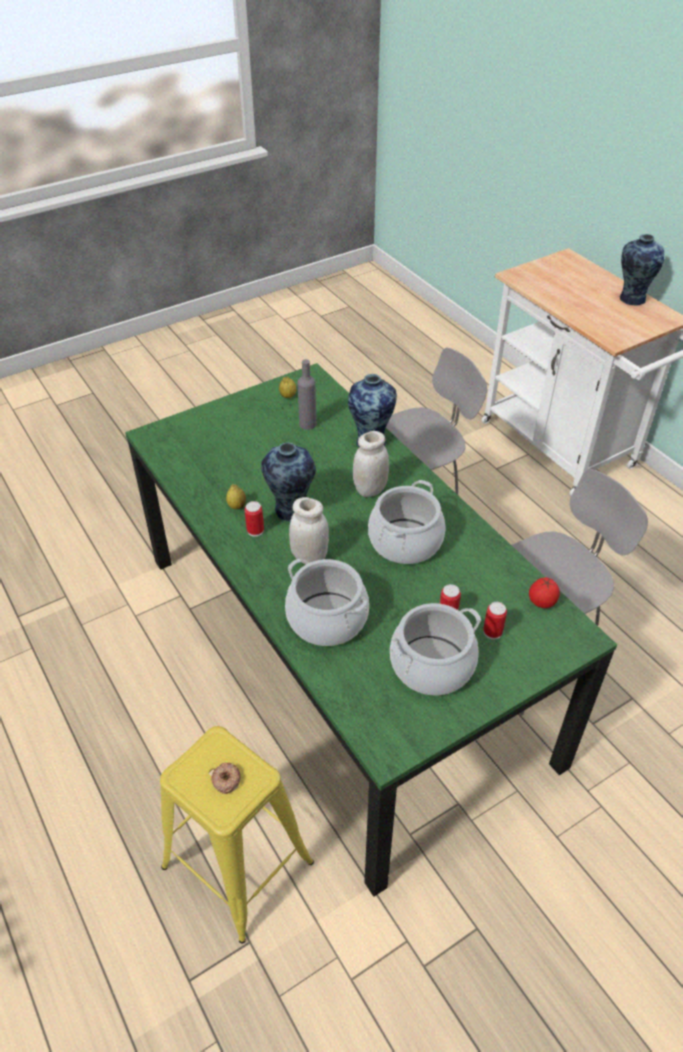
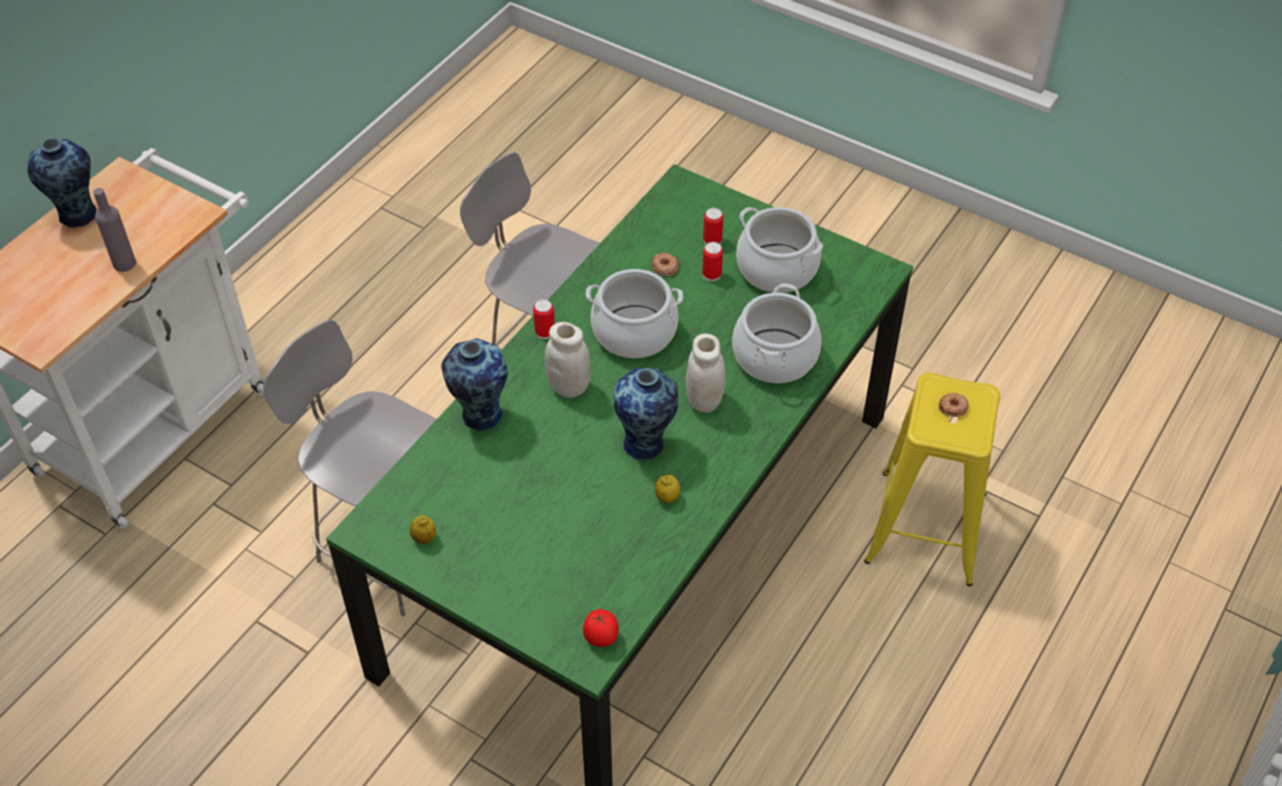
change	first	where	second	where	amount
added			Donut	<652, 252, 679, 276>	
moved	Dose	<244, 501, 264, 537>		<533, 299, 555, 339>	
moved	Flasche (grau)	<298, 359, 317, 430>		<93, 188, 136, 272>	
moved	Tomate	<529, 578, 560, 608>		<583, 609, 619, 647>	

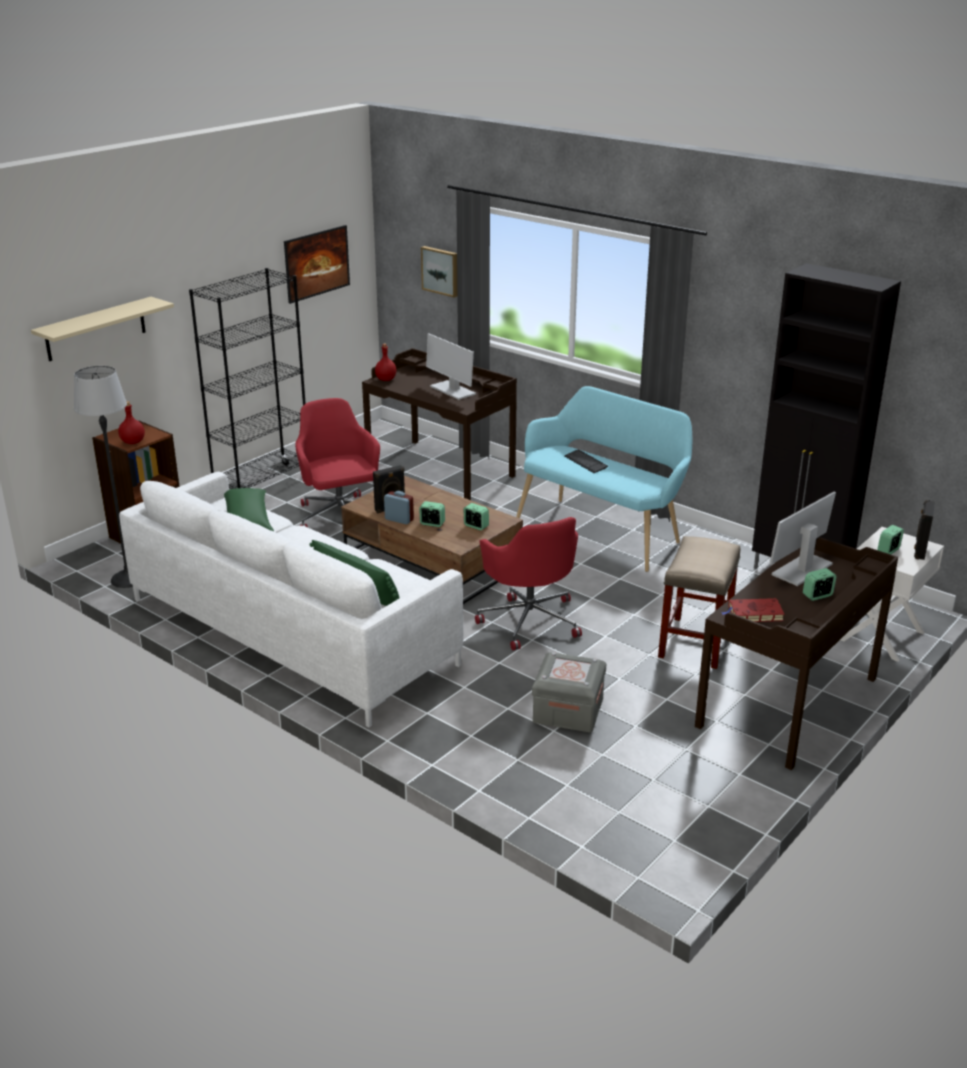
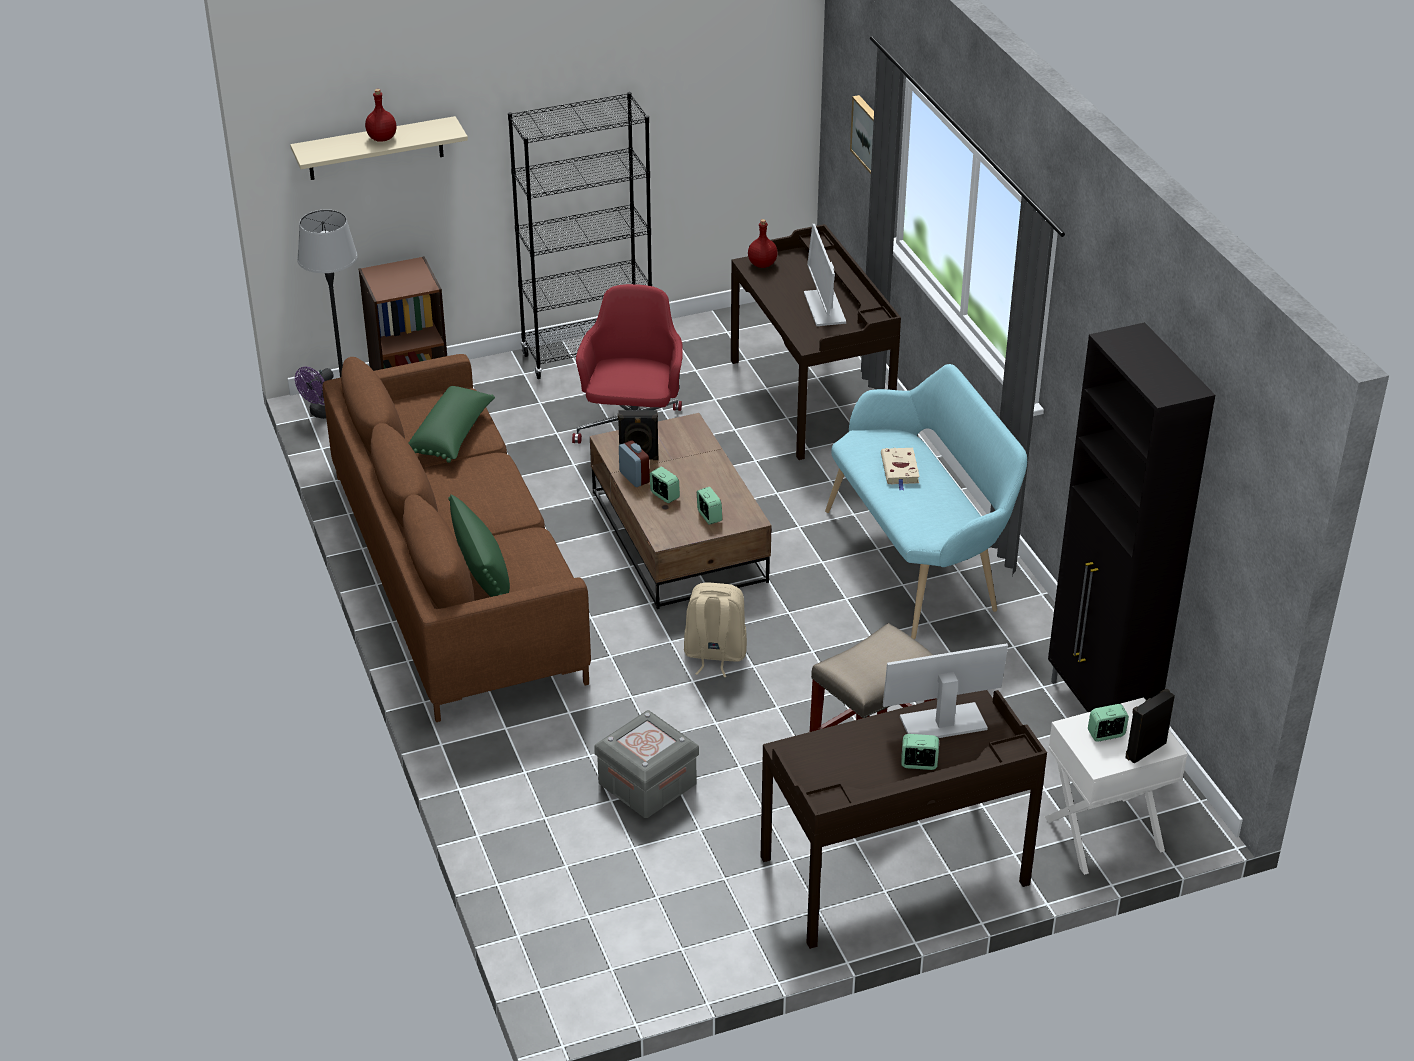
change	first	where	second	where	amount
removed	Bild	<284, 225, 350, 304>			
removed	Buch (rot)	<721, 598, 785, 622>			
added			Ventilator (lila)	<295, 367, 334, 419>	
moved	Flasche (rot)	<118, 401, 145, 444>		<365, 89, 396, 142>	
replaced	Bürostuhl (rot)	<475, 517, 582, 650>	Rucksack (beige)	<684, 583, 747, 677>	
replaced	Tastatur	<565, 449, 608, 473>	Buch (beige)	<881, 448, 920, 490>	
recoloured	Sofa (weiß)	<119, 472, 463, 727>	Sofa (braun)	<323, 354, 591, 722>	

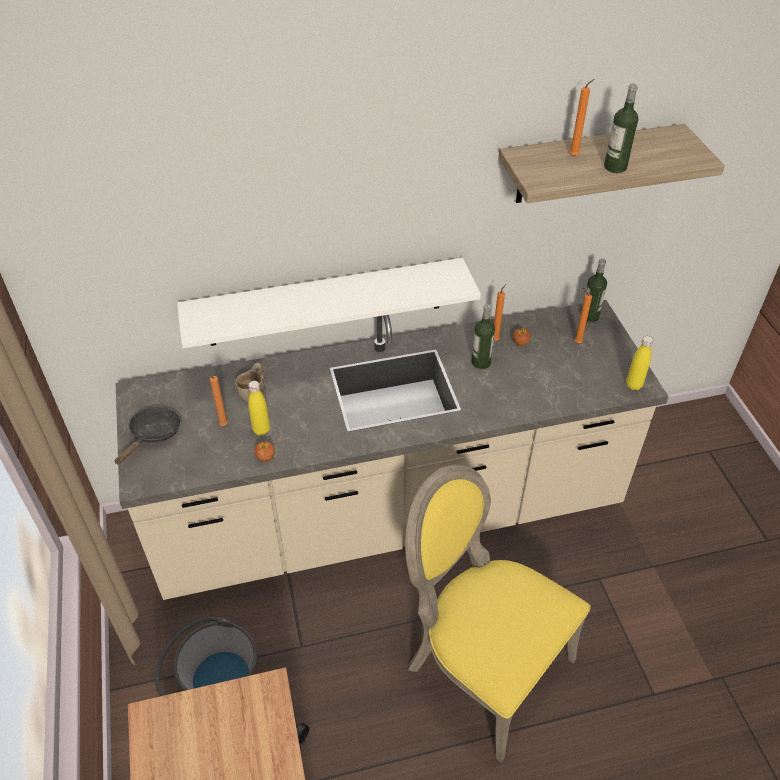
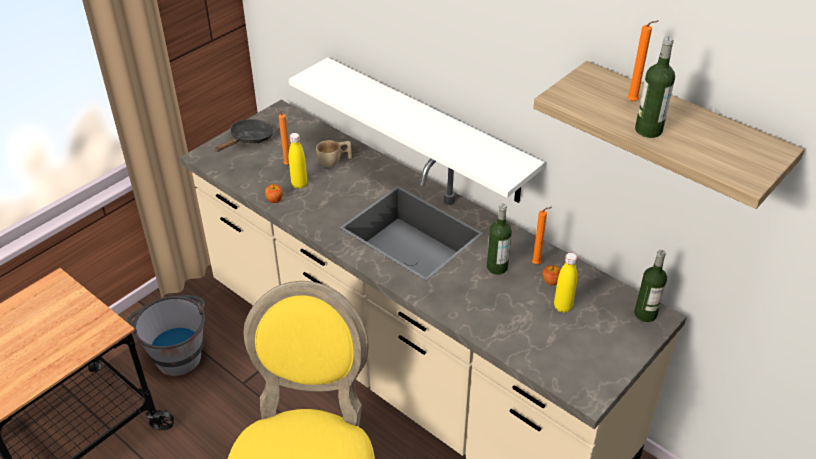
change	first	where	second	where	amount
removed	Kerze (orange)	<574, 288, 592, 343>			
moved	Flasche (gelb)	<626, 336, 653, 390>		<554, 253, 577, 313>	
turned	Pfanne (schwarz)	<115, 407, 181, 464>		<215, 119, 274, 152>	45 degrees counterclockwise

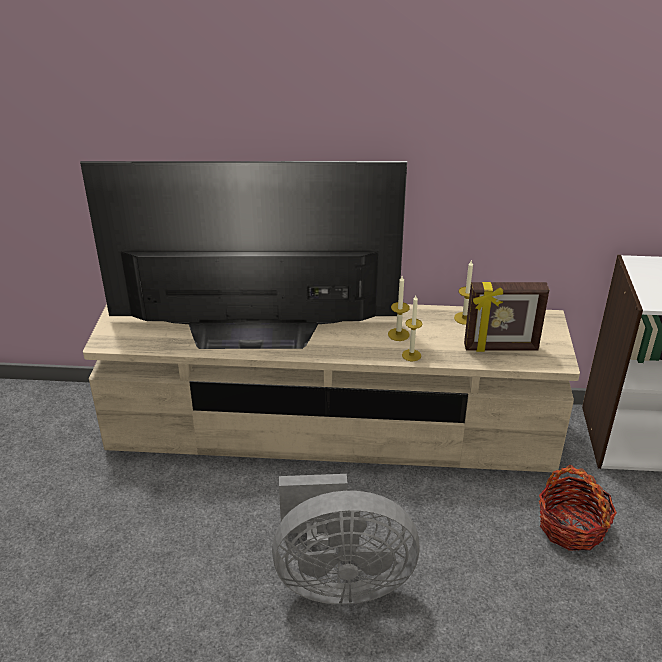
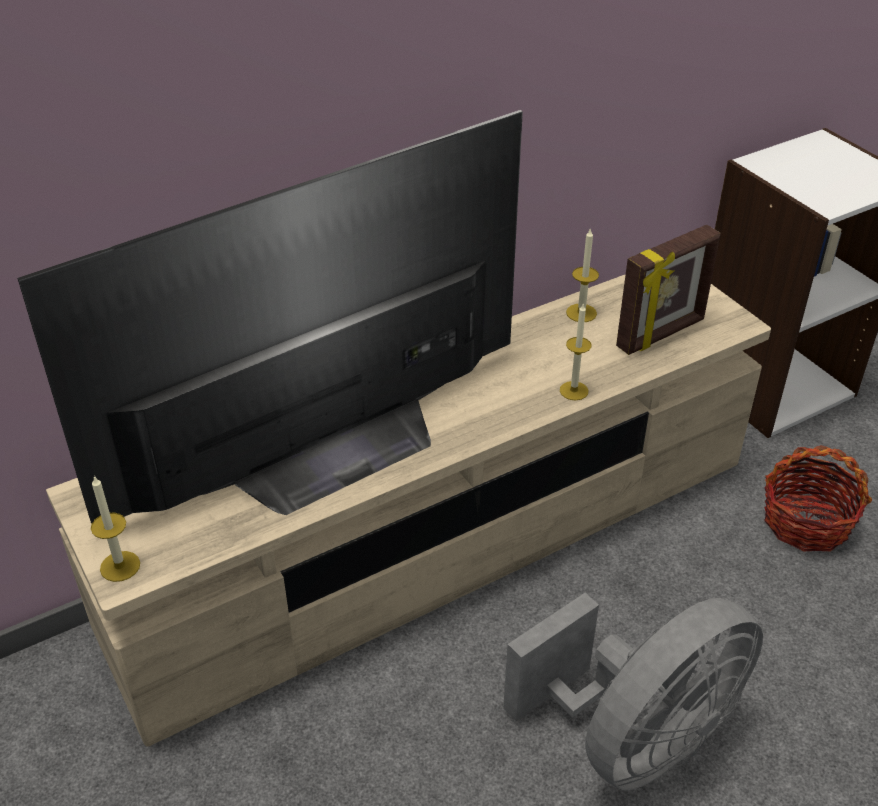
change	first	where	second	where	amount
moved	Kerze	<388, 276, 410, 341>		<91, 475, 140, 582>	

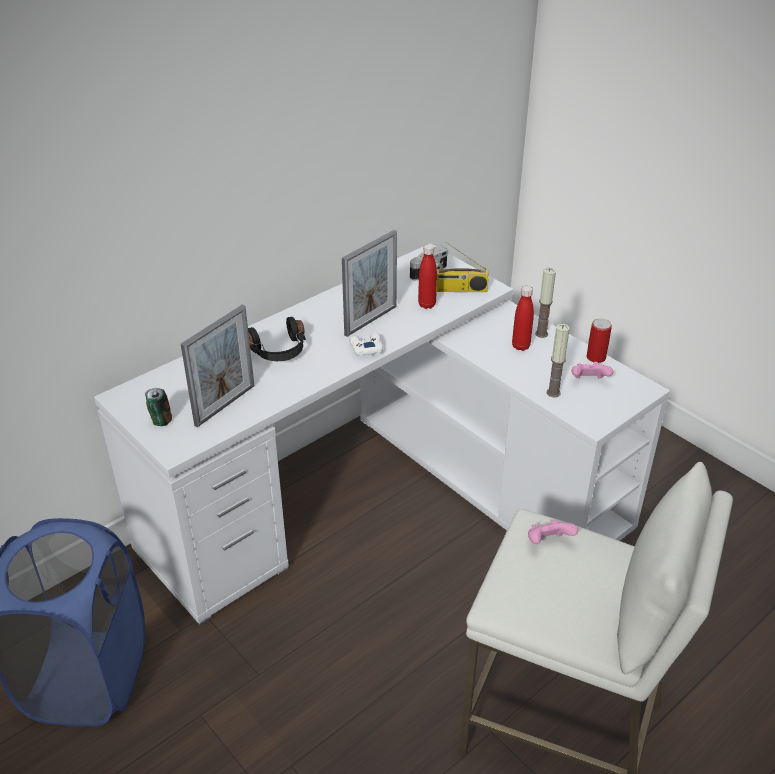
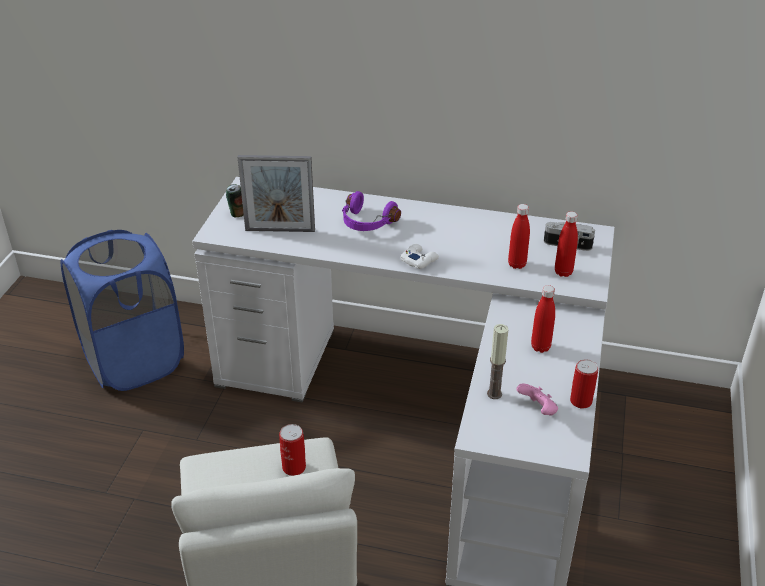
change	first	where	second	where	amount
removed	Bilderrahmen	<342, 230, 397, 337>			
removed	Kerze	<535, 268, 556, 338>			
replaced	Radio	<437, 242, 489, 292>	Flasche (rot)	<555, 211, 578, 277>	
replaced	Gamepad (rosa)	<528, 519, 578, 544>	Dose	<279, 424, 306, 476>	
recoloured	Kopfhörer (schwarz)	<248, 317, 306, 361>	Kopfhörer (lila)	<342, 191, 401, 231>	

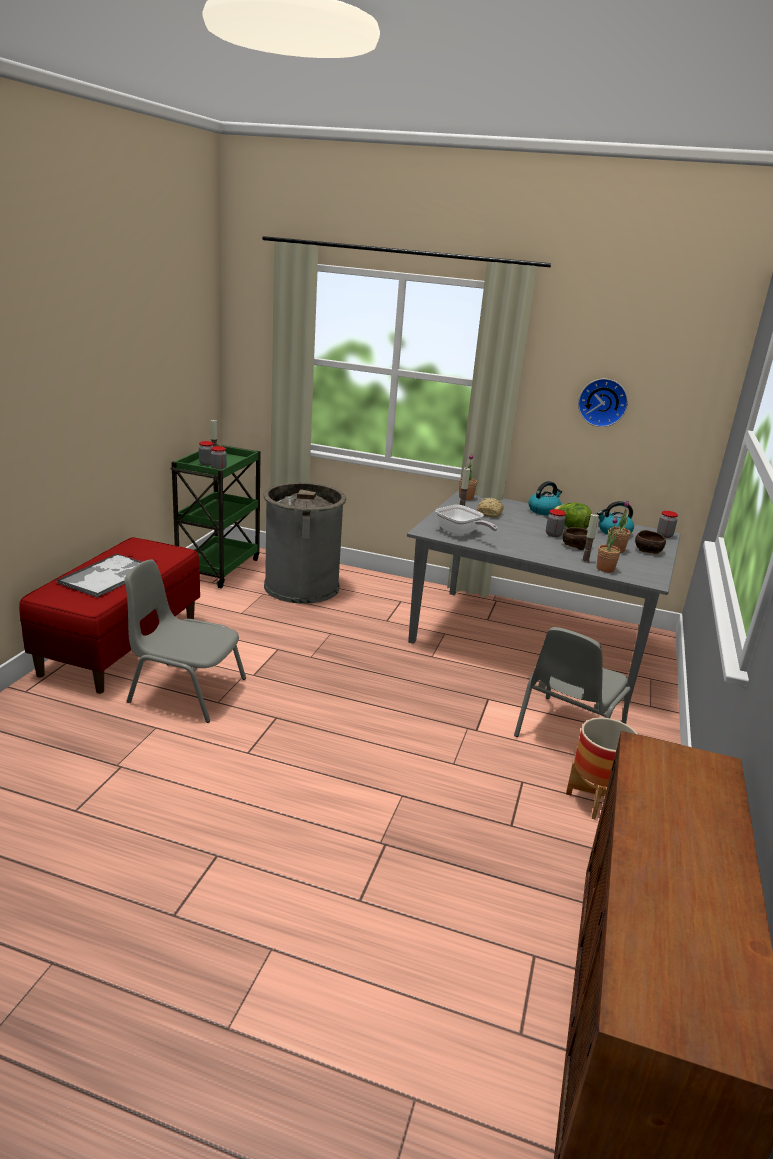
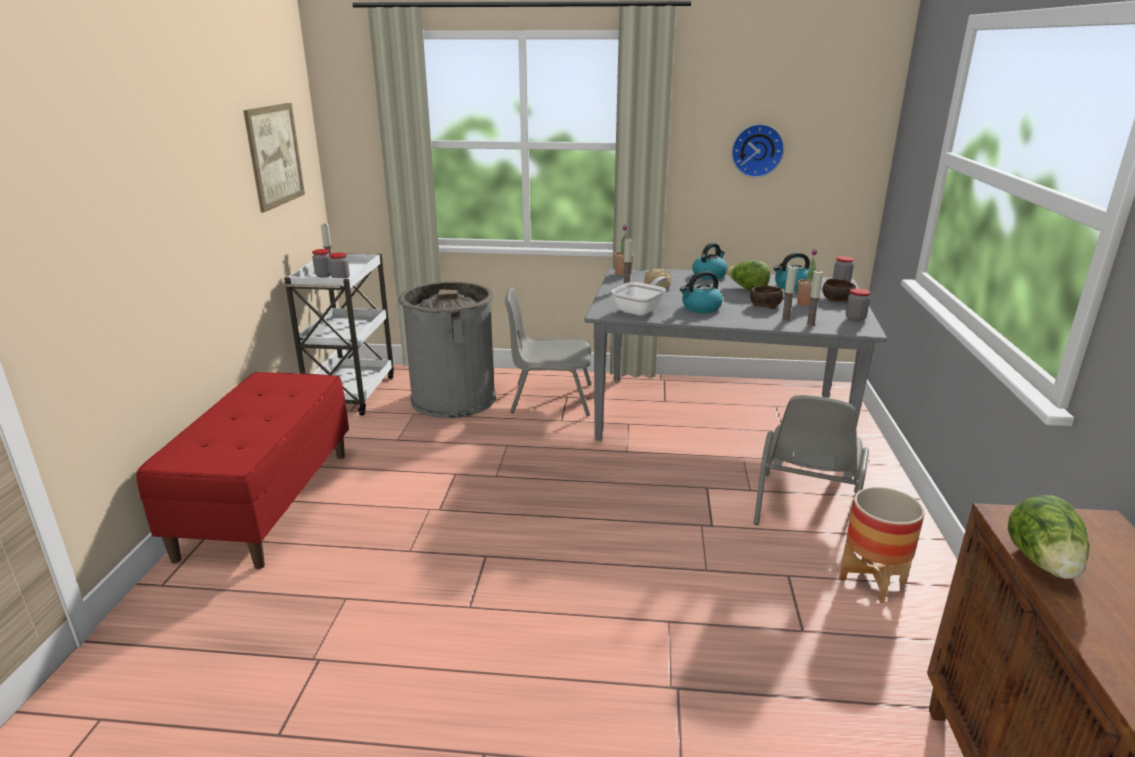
change	first	where	second	where	amount
removed	Tablett	<57, 553, 142, 598>			
added			Bild	<243, 103, 305, 212>	
added			Wasserkessel	<680, 271, 723, 313>	
added			Salatkopf	<1008, 495, 1090, 579>	
moved	Stuhl (grau)	<124, 559, 246, 723>		<505, 288, 591, 416>	
moved	Vorratsglas	<546, 509, 566, 537>		<846, 288, 870, 321>	
replaced	Topfpflanze	<596, 517, 621, 572>	Kerze	<806, 270, 823, 326>	
recoloured	Rollwagen (grün)	<171, 445, 261, 588>	Rollwagen (weiß)	<284, 253, 394, 416>	
turned	Pfanne	<435, 505, 498, 536>		<612, 277, 667, 316>	90 degrees counterclockwise

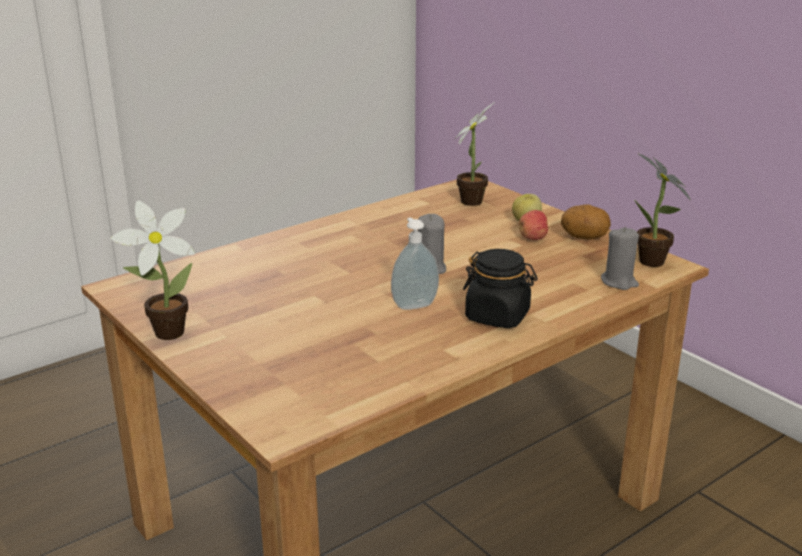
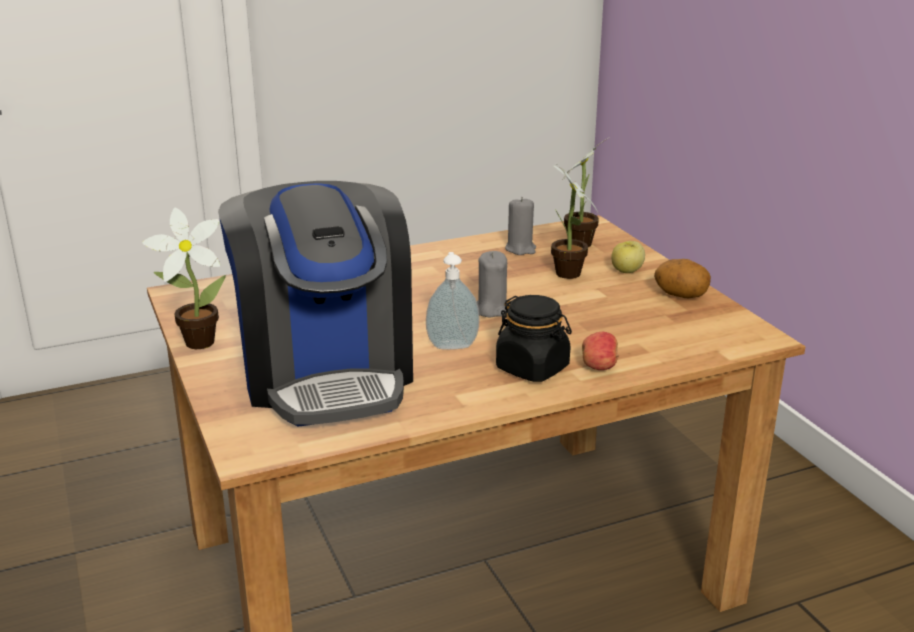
change	first	where	second	where	amount
added			Kaffeemaschine	<218, 181, 413, 426>	
moved	Apfel	<519, 210, 549, 240>		<582, 332, 619, 370>	
moved	Kerze (grau)	<601, 227, 639, 290>		<505, 197, 536, 255>	
moved	Topfpflanze	<634, 153, 691, 267>		<551, 162, 598, 279>	

